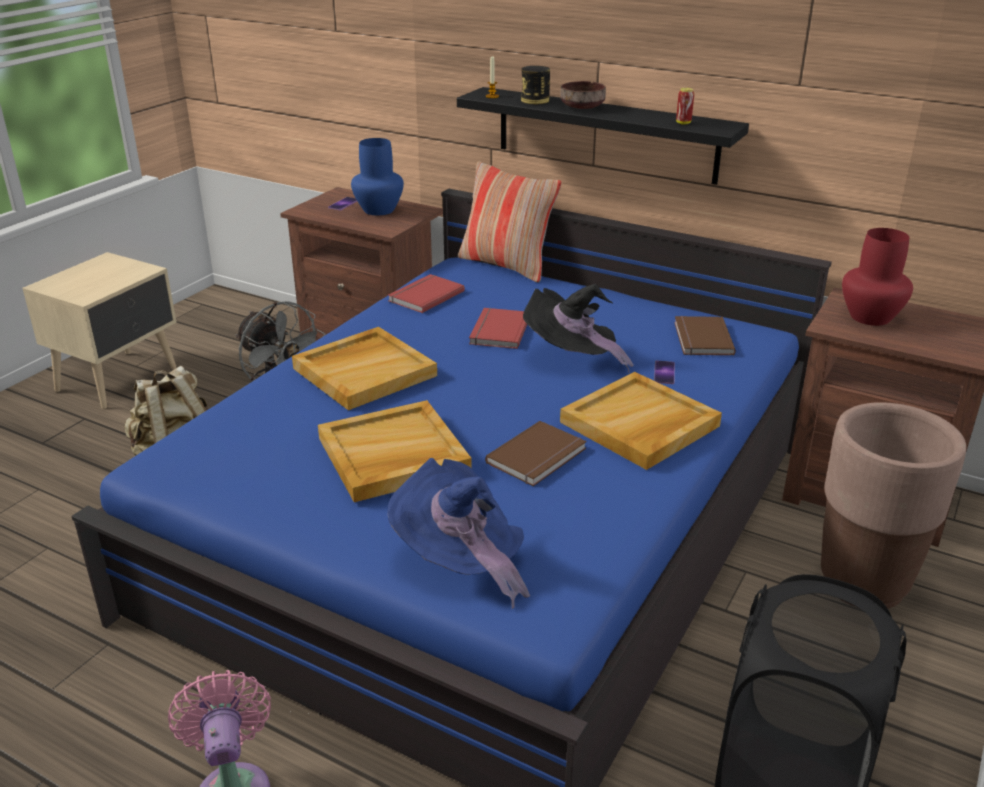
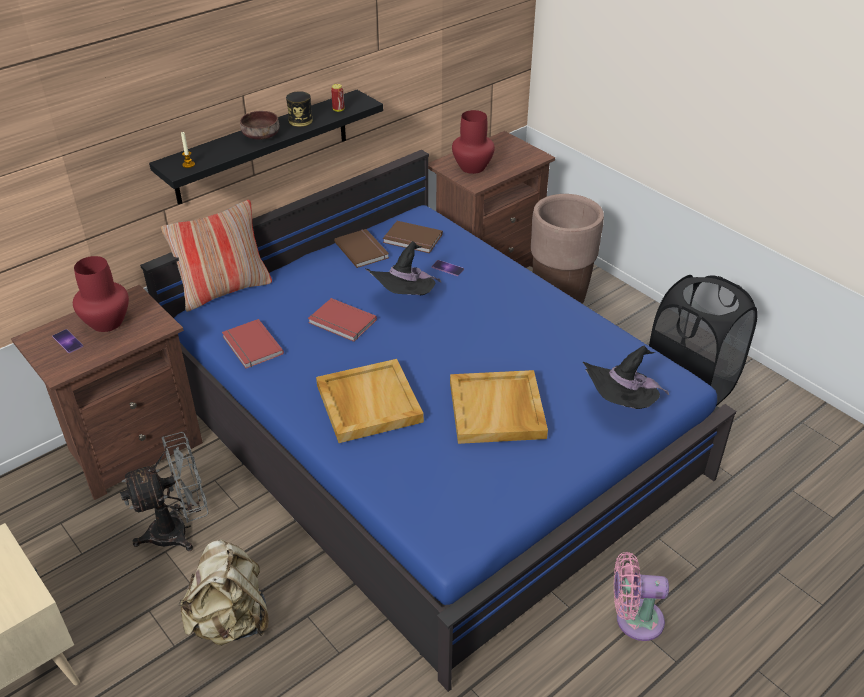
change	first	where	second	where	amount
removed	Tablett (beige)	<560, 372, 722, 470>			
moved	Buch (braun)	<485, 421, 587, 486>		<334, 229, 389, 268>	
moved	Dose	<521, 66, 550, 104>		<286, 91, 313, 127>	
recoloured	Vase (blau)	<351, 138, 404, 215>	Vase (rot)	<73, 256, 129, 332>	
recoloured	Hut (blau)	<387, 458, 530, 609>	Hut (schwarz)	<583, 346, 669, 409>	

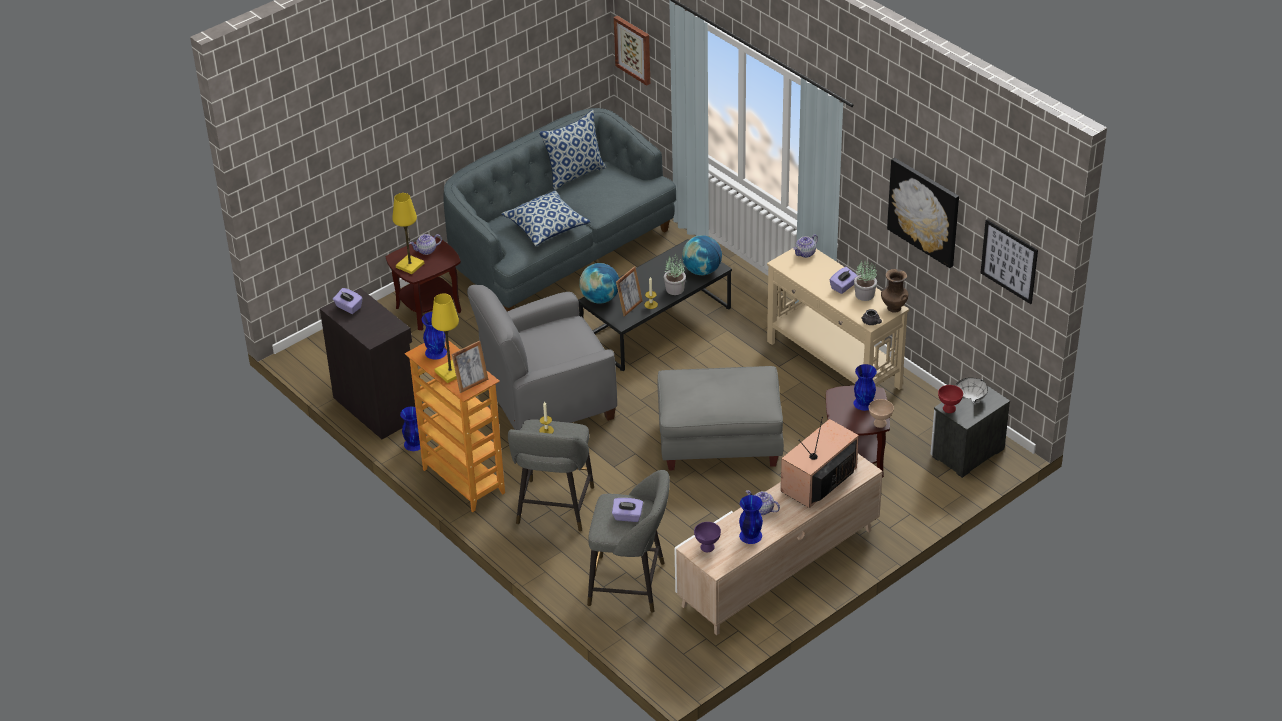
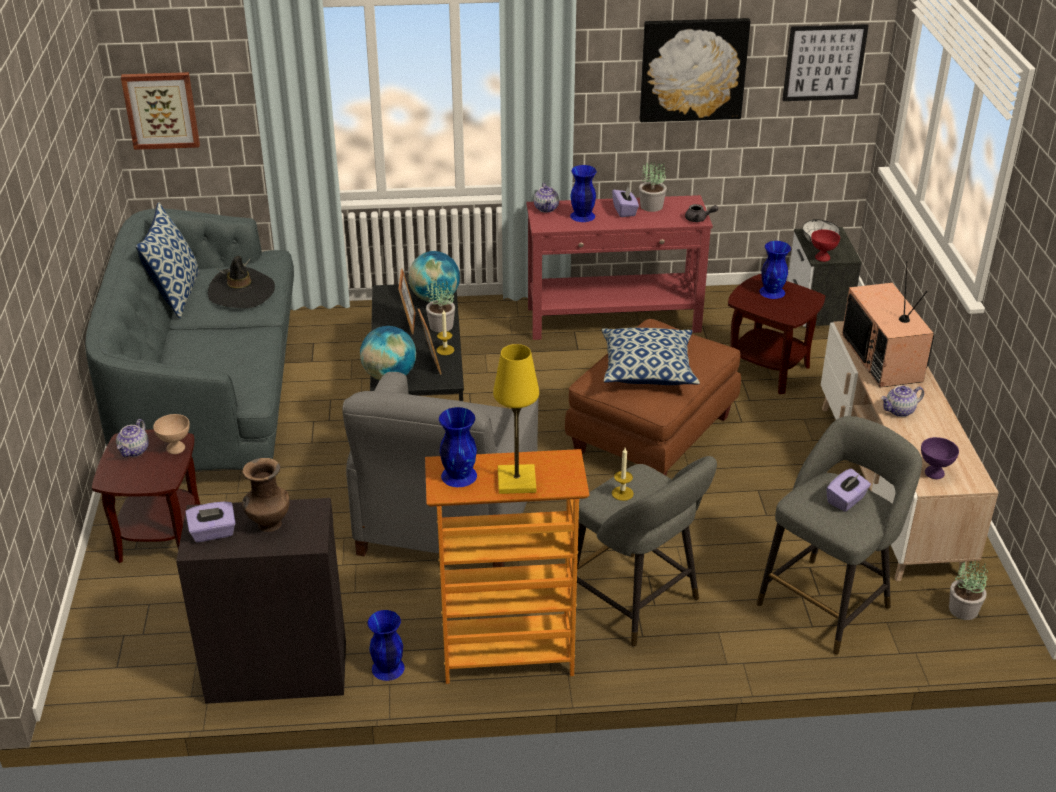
change	first	where	second	where	amount
removed	Tischlampe (gelb)	<392, 193, 424, 274>			
added			Hut (schwarz)	<208, 256, 275, 308>	
added			Topfpflanze	<949, 559, 988, 620>	
moved	Bilderrahmen	<451, 341, 488, 393>		<398, 269, 416, 334>	
moved	Kissen	<501, 190, 591, 246>		<602, 328, 700, 385>	
moved	Vase (blau)	<739, 495, 763, 544>		<570, 165, 597, 222>	
moved	Schüssel (beige)	<869, 399, 894, 428>		<153, 414, 190, 454>	
moved	Vase (braun)	<881, 269, 908, 313>		<242, 458, 290, 532>	
recoloured	Polsterhocker (grau)	<657, 366, 784, 470>	Polsterhocker (braun)	<565, 319, 741, 476>	
recoloured	Konsolentisch (beige)	<767, 248, 909, 390>	Konsolentisch (rot)	<526, 195, 713, 340>	

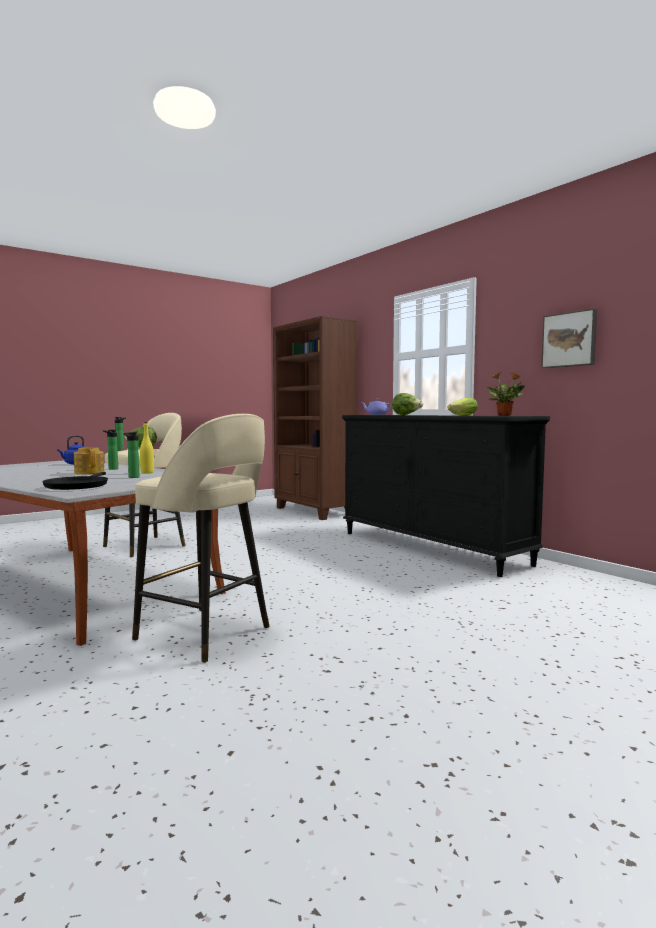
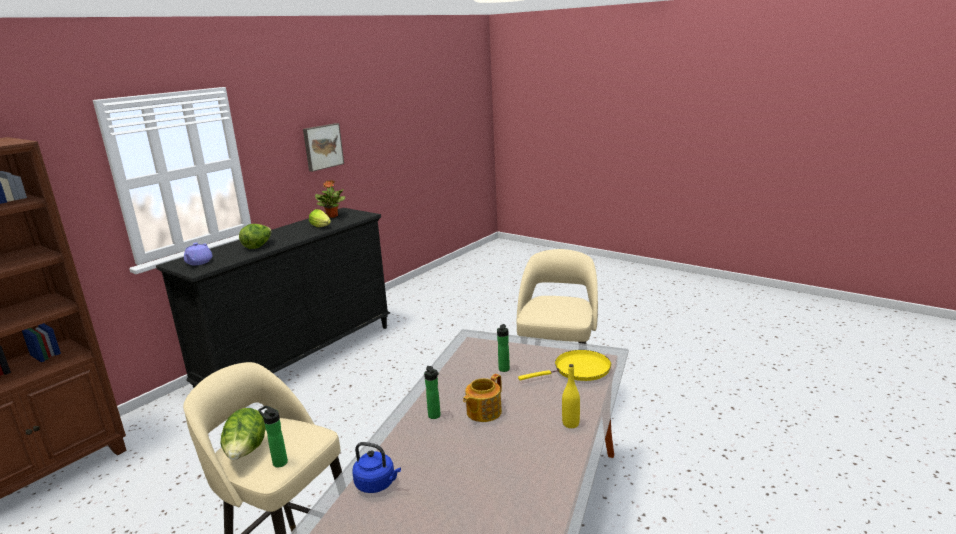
change	first	where	second	where	amount
moved	Flasche (gelb)	<140, 422, 154, 473>		<562, 364, 580, 428>	
recoloured	Pfanne (schwarz)	<42, 472, 108, 490>	Pfanne (gelb)	<518, 350, 611, 381>	

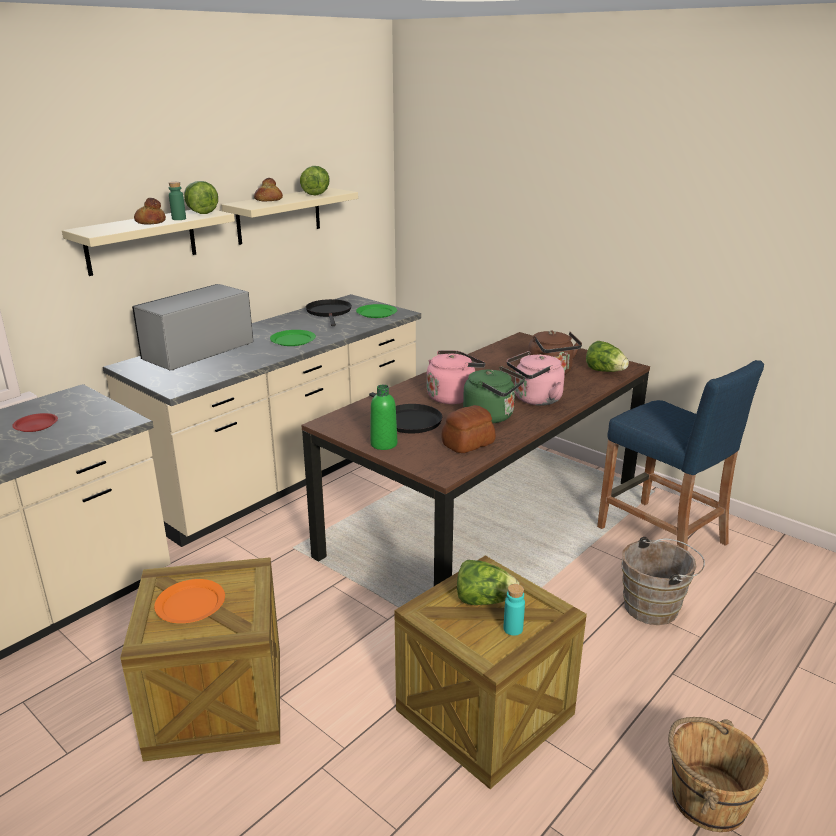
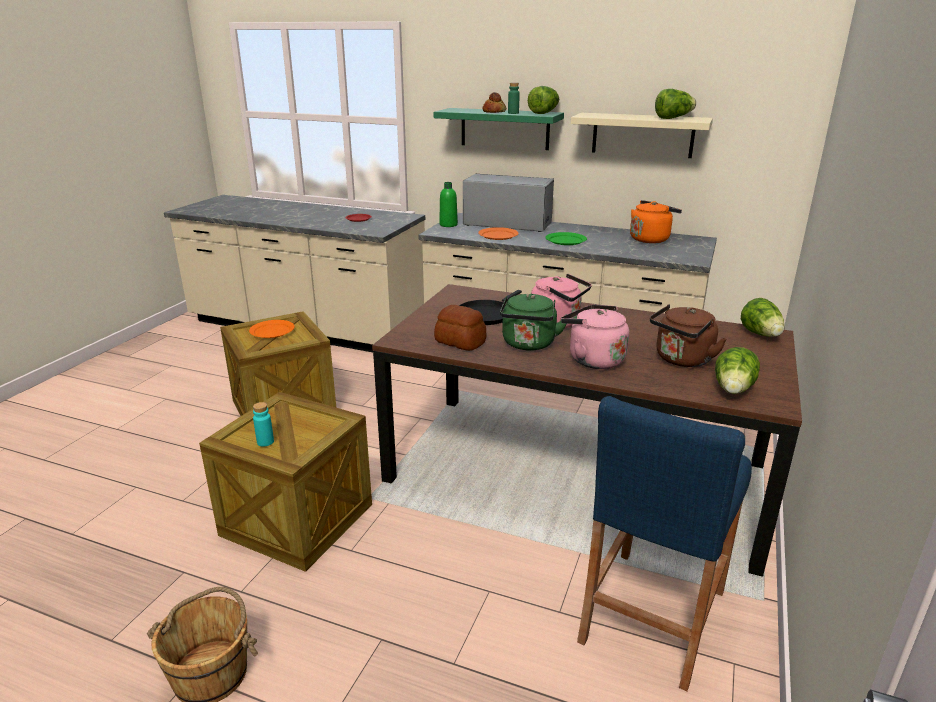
change	first	where	second	where	amount
removed	Brot	<254, 178, 283, 201>			
removed	Teller (grün)	<356, 304, 397, 318>			
removed	Eimer (braun)	<621, 537, 705, 625>			
added			Teller (orange)	<478, 227, 519, 240>	
moved	Flasche (grün)	<370, 385, 397, 450>		<439, 182, 458, 227>	
moved	Salatkopf	<457, 560, 519, 605>		<741, 298, 785, 337>	
replaced	Pfanne (schwarz)	<306, 299, 352, 326>	Wasserkessel (orange)	<630, 200, 682, 243>	
recoloured	Wandregal (beige)	<62, 210, 235, 276>	Wandregal (grün)	<434, 108, 564, 150>	

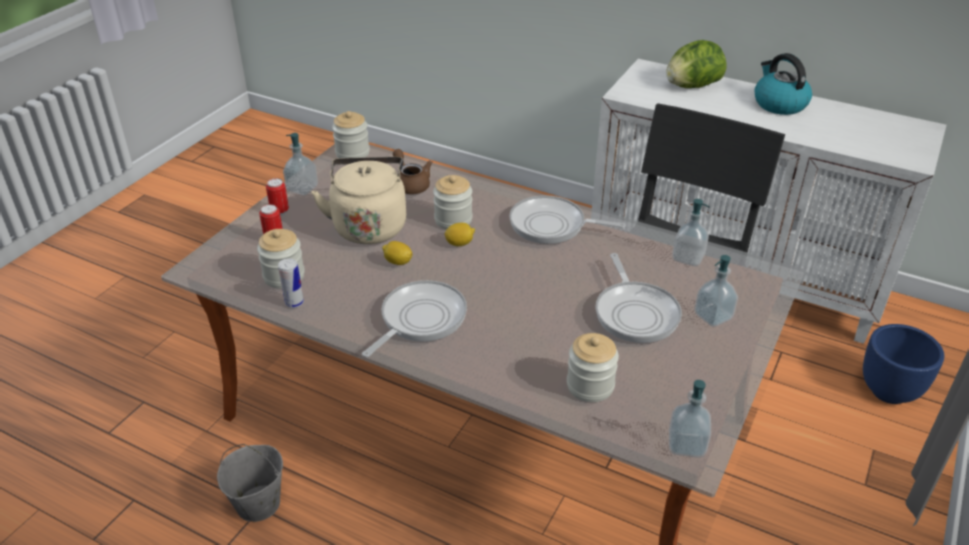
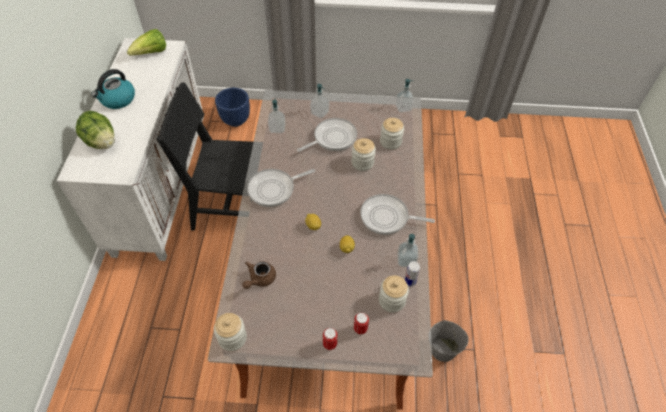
change	first	where	second	where	amount
removed	Wasserkessel (beige)	<311, 157, 406, 244>			
added			Salatkopf	<127, 29, 166, 56>	
moved	Seifenspender	<283, 133, 318, 195>		<397, 234, 419, 267>	
moved	Vorratsglas	<433, 175, 473, 230>		<351, 138, 376, 171>	
turned	Pfanne	<509, 195, 626, 244>		<247, 169, 315, 207>	75 degrees clockwise

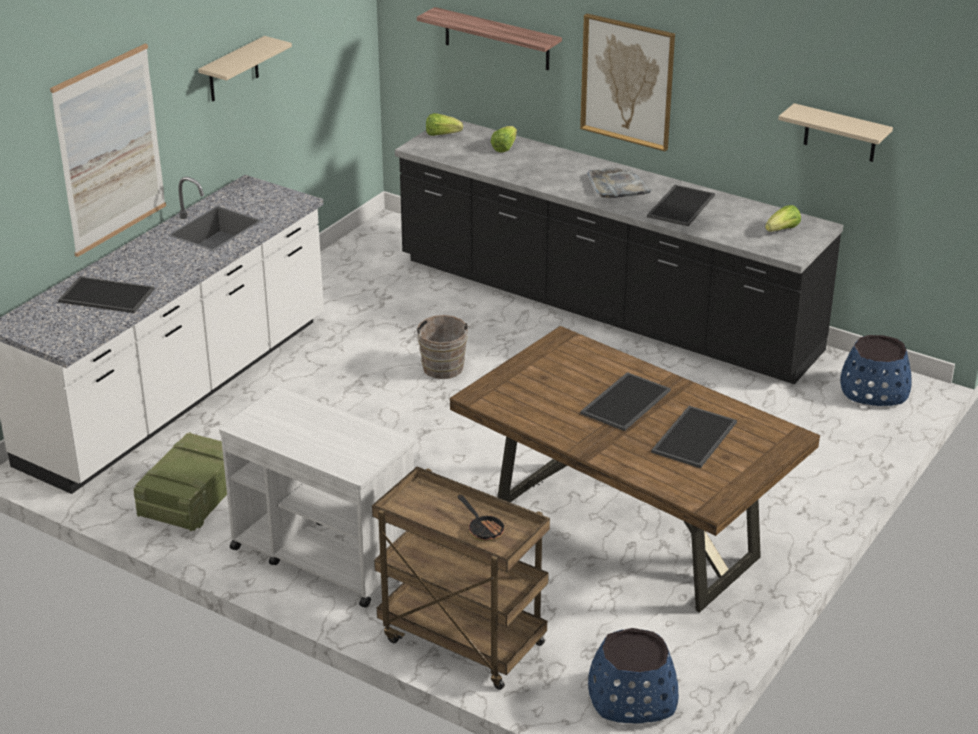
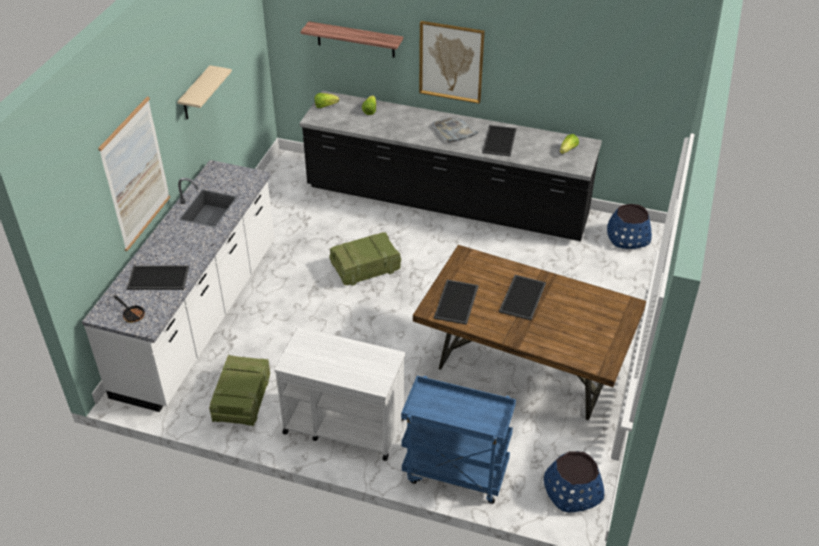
change	first	where	second	where	amount
removed	Wandregal (beige)	<778, 103, 893, 162>			
moved	Pfanne	<458, 495, 506, 541>		<113, 295, 145, 323>	
moved	Tablett	<651, 406, 737, 468>		<434, 280, 479, 325>	
replaced	Eimer (braun)	<414, 315, 470, 379>	Kiste	<329, 232, 401, 286>	
recoloured	Rollwagen (braun)	<372, 467, 550, 690>	Rollwagen (blau)	<401, 376, 516, 504>	

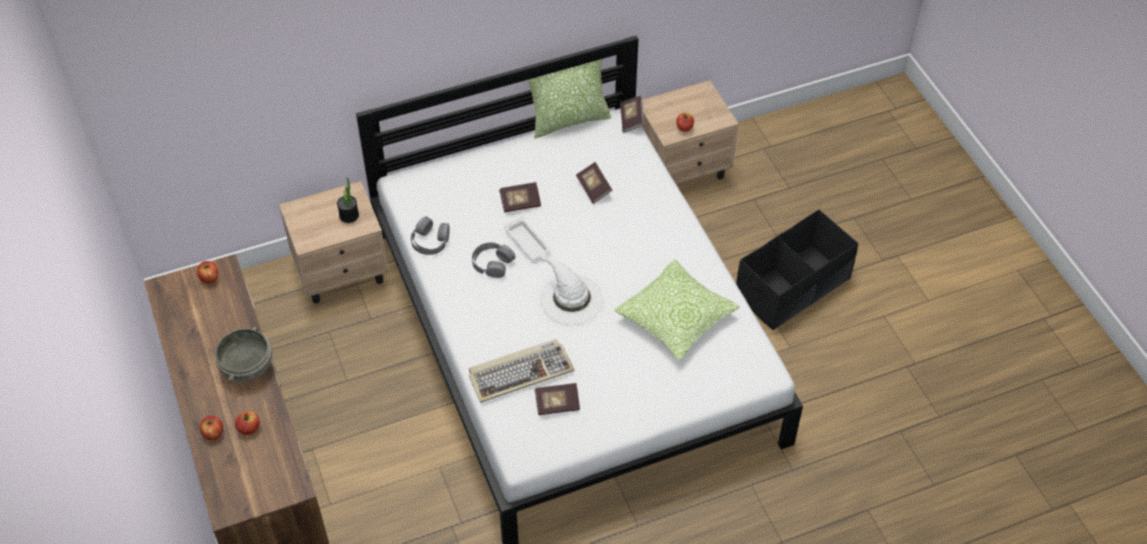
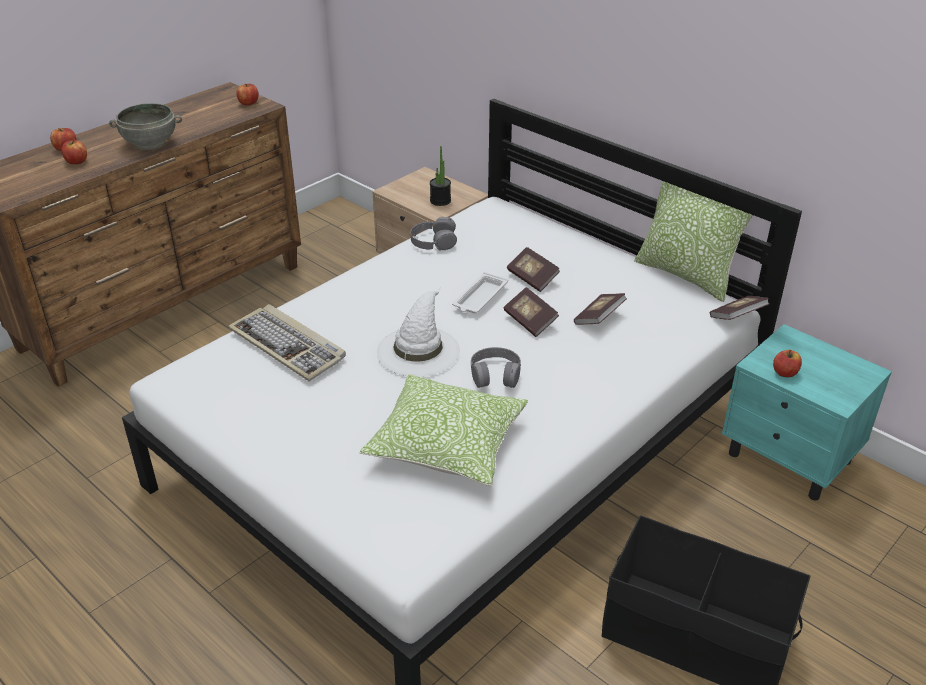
change	first	where	second	where	amount
moved	Kopfhörer (grau)	<472, 242, 516, 278>		<471, 347, 521, 388>	
moved	Buch	<535, 383, 580, 415>		<503, 287, 559, 337>	
recoloured	Nachttisch (beige)	<642, 80, 739, 184>	Nachttisch (türkis)	<722, 324, 892, 500>	

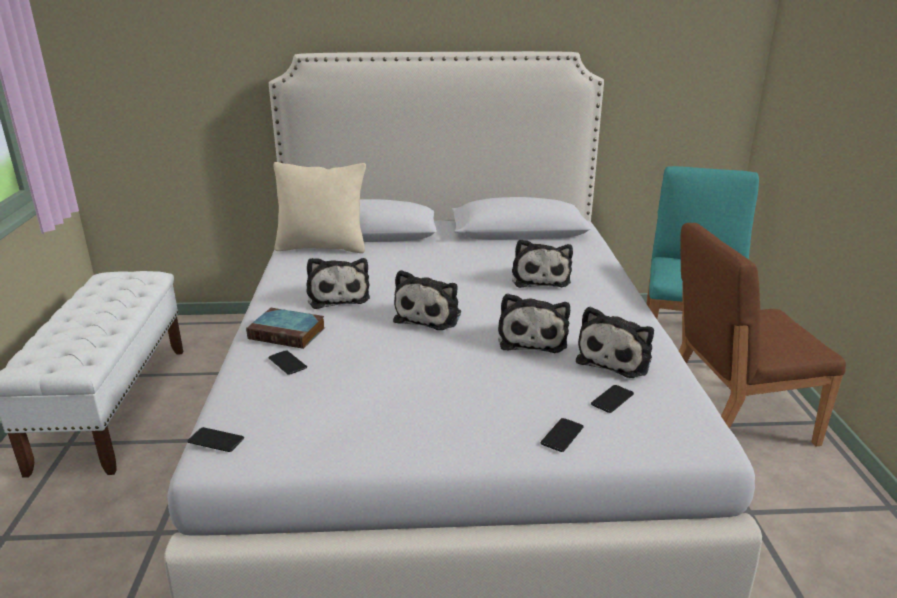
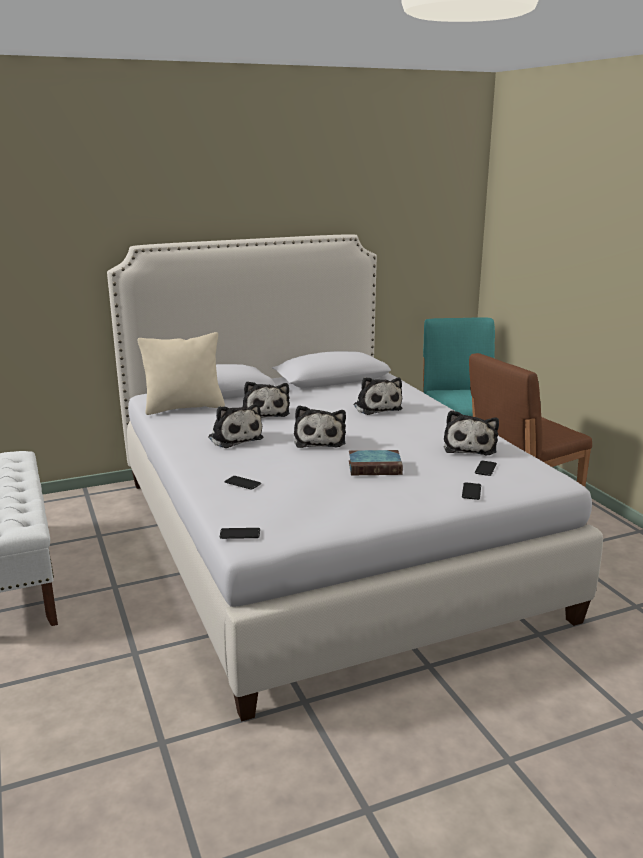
change	first	where	second	where	amount
moved	Buch	<246, 308, 325, 349>		<349, 450, 403, 475>	
moved	Plüschtier	<498, 293, 570, 353>		<243, 381, 290, 418>	

